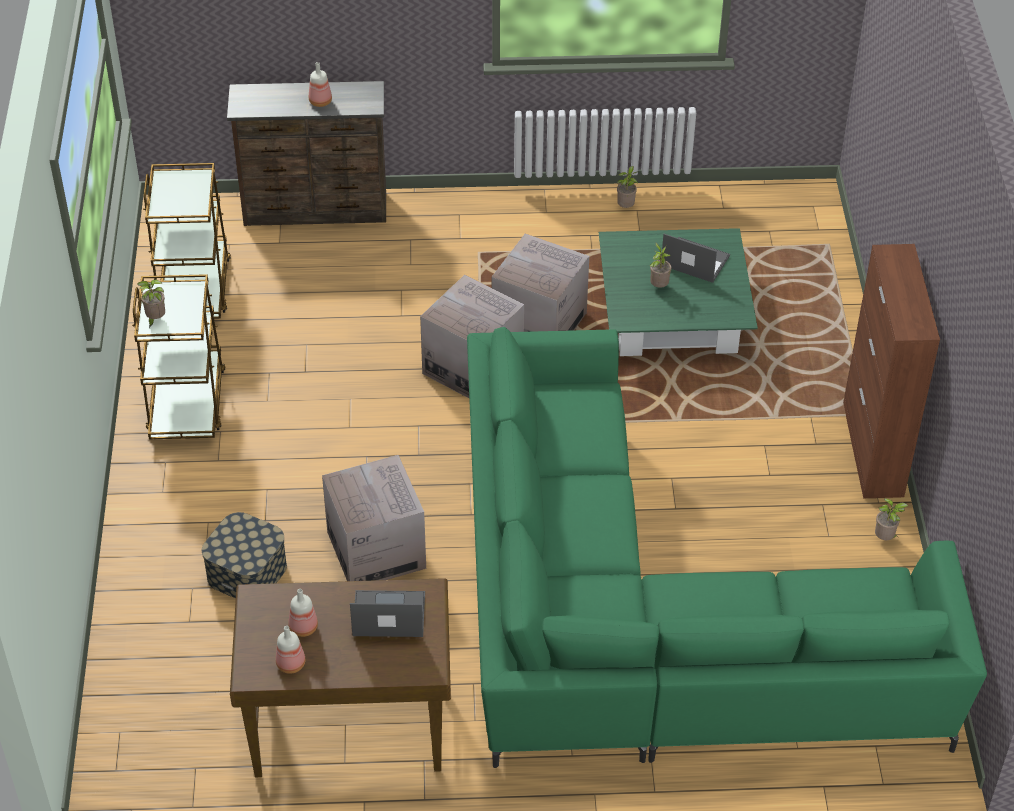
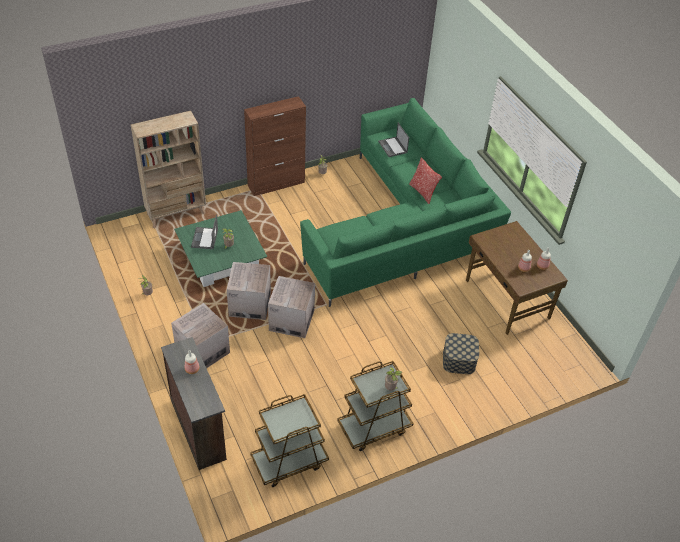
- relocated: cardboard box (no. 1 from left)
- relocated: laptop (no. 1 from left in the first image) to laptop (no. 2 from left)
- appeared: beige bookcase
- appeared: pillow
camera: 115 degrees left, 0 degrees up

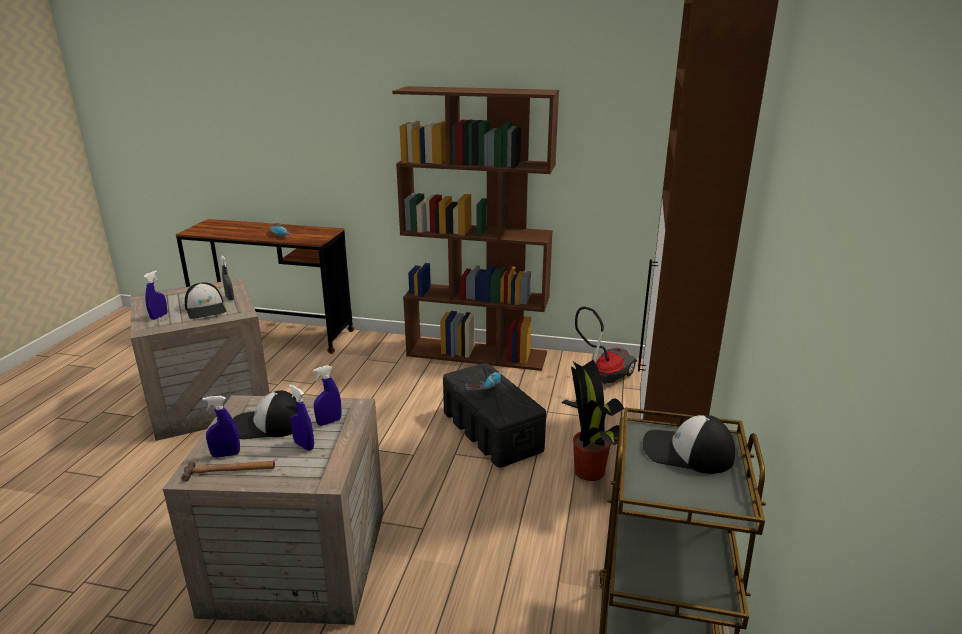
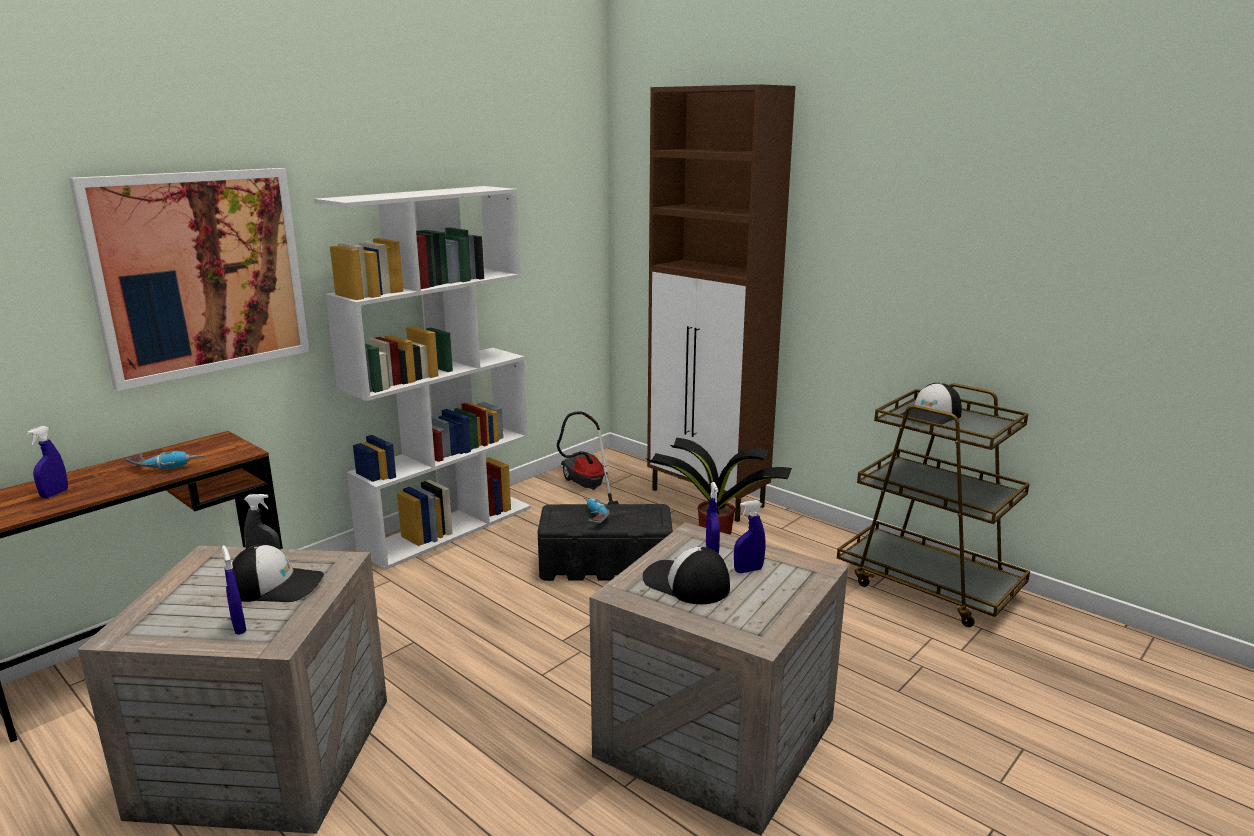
- colour: brown bookcase to white bookcase
- spun: cap (no. 2 from left) 105 degrees clockwise
- relocated: blue spray bottle (no. 2 from left in the first image) to blue spray bottle (no. 1 from left)
- missing: hammer
- appeared: picture
camera: 60 degrees left, 5 degrees down

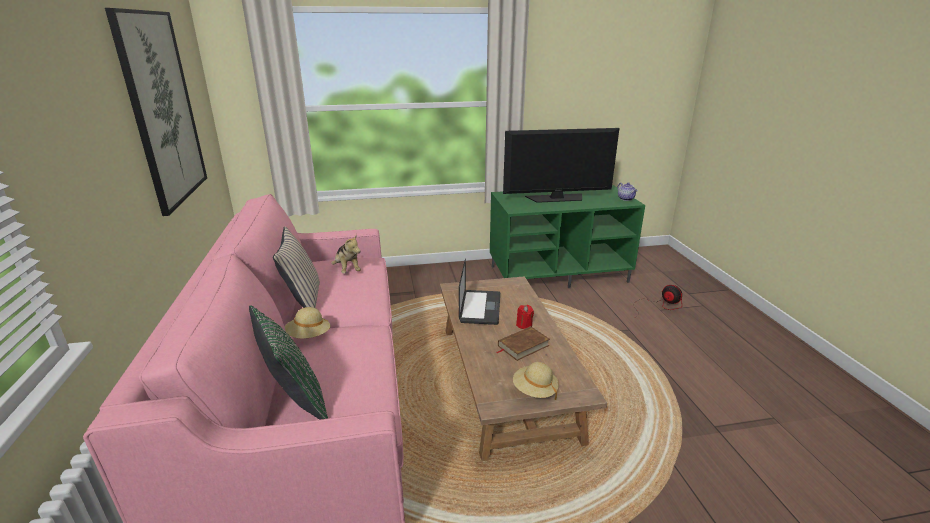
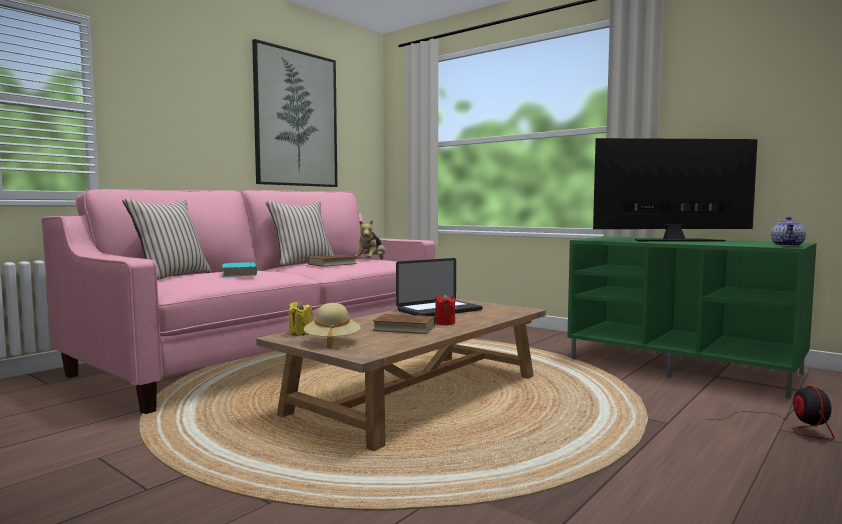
- spun: television 135 degrees clockwise
- colour: green pillow to beige pillow (no. 1 from left)
- missing: beige hat (no. 1 from left)
- appeared: brown book (no. 1 from left)
- appeared: turquoise book
- appeared: yellow candle
camera: 50 degrees right, 20 degrees down

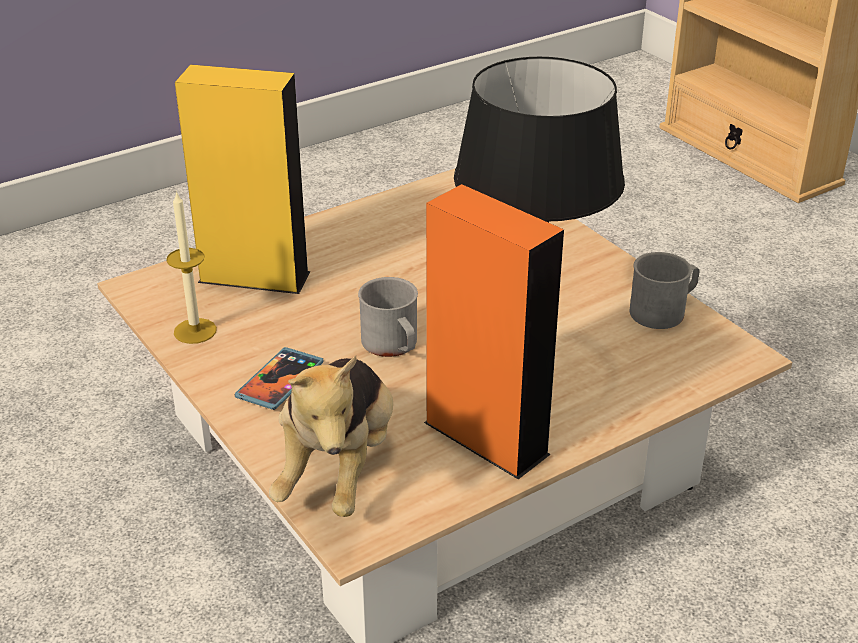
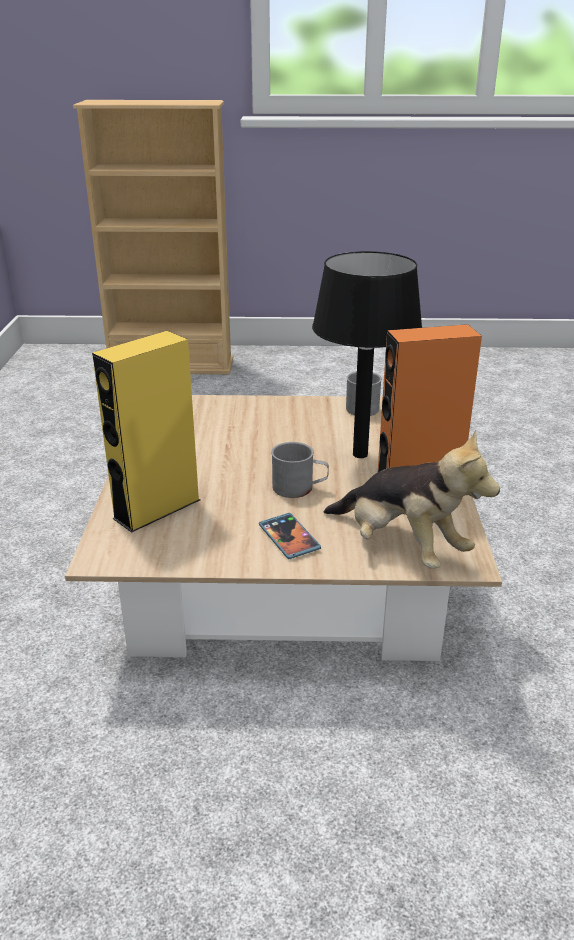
- missing: candle
camera: 55 degrees left, 5 degrees down

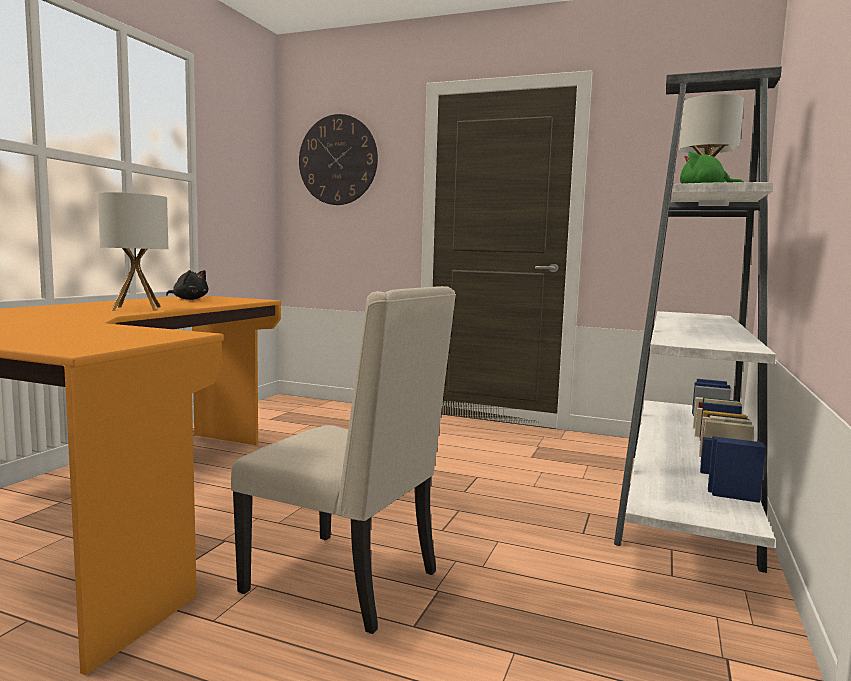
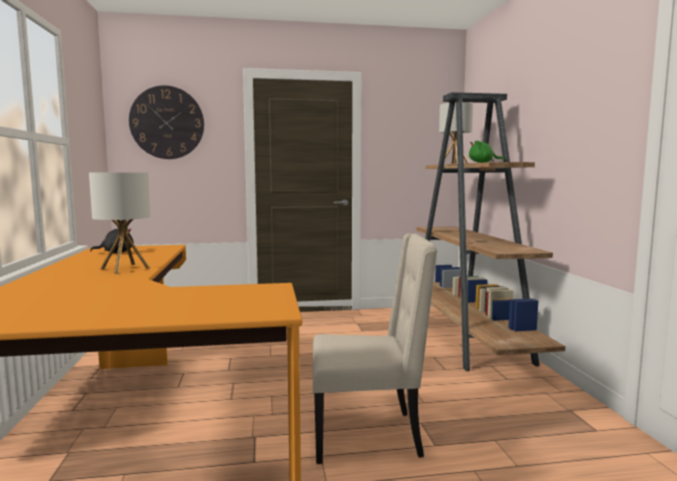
- colour: white bookcase to brown bookcase
camera: 30 degrees left, 0 degrees up

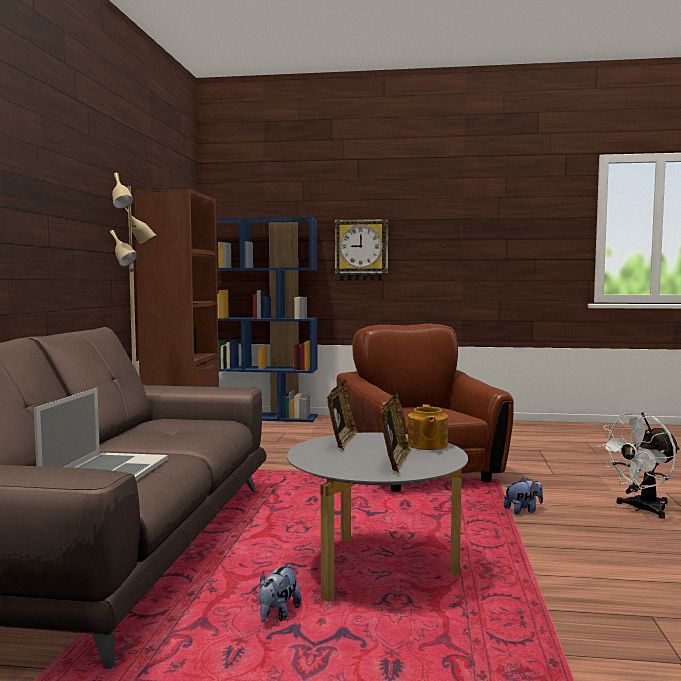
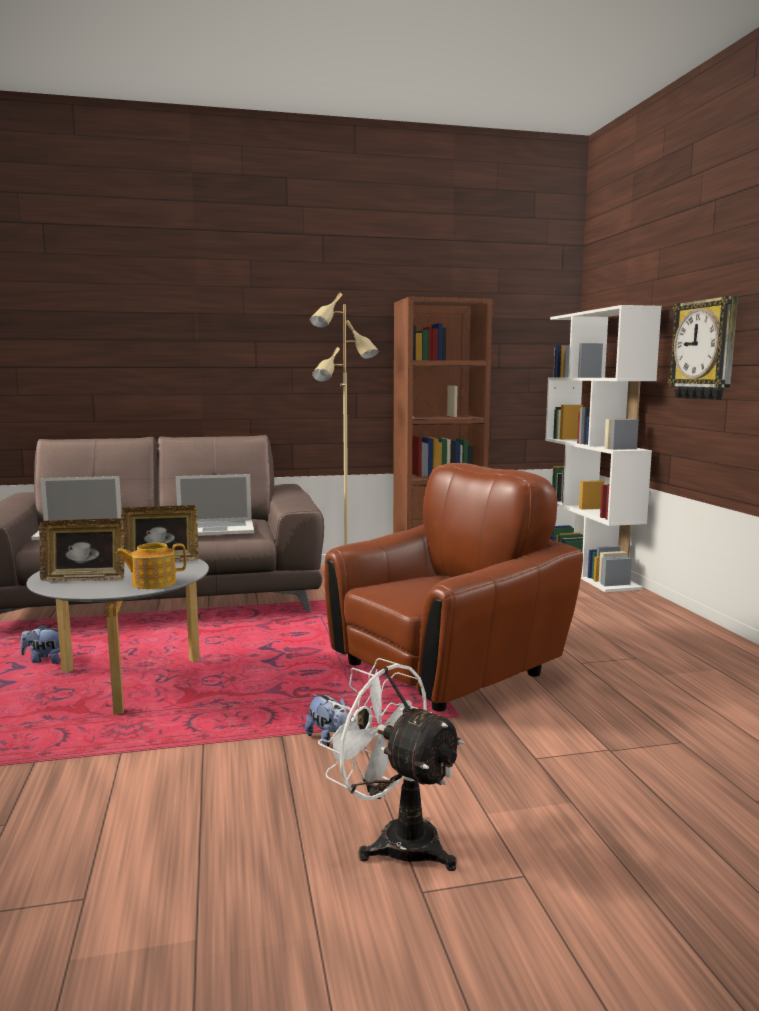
- colour: blue bookcase to white bookcase
- appeared: laptop (no. 2 from left)
camera: 70 degrees right, 5 degrees up

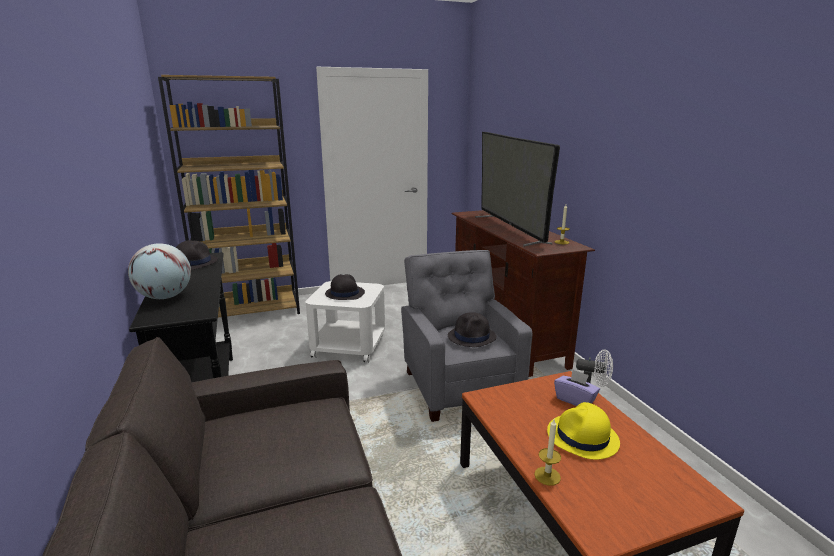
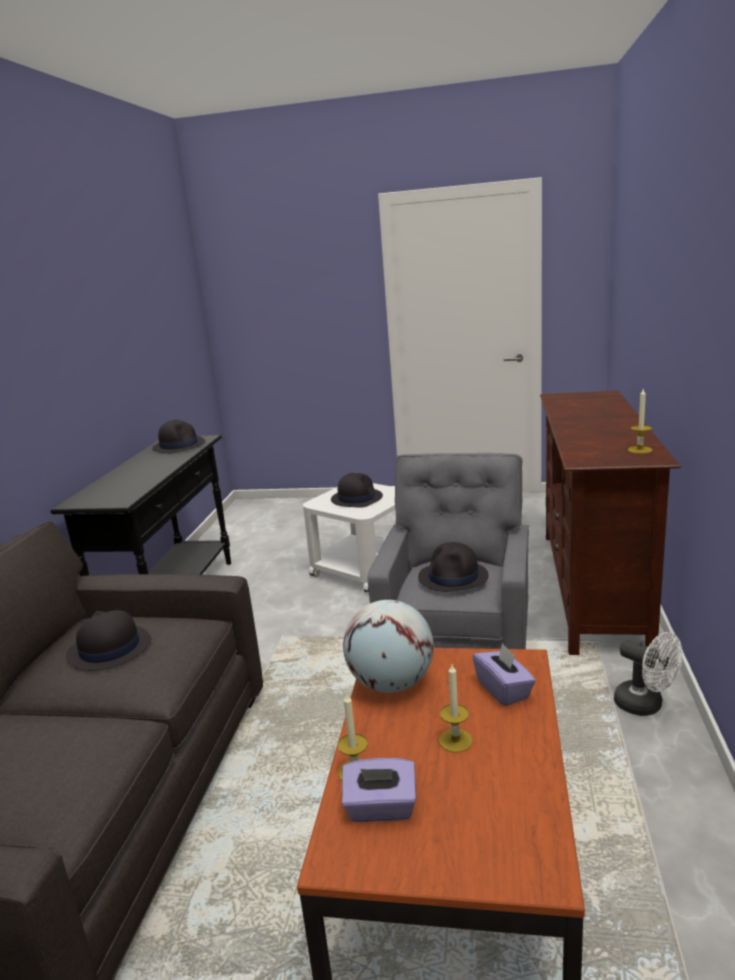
- missing: brown bookcase
- missing: television
- relocated: globe
- exchanged: yellow hat to candle (no. 2 from left)
- appeared: black hat (no. 1 from left)
- appeared: purple tissue box (no. 1 from left)
camera: 30 degrees right, 0 degrees up

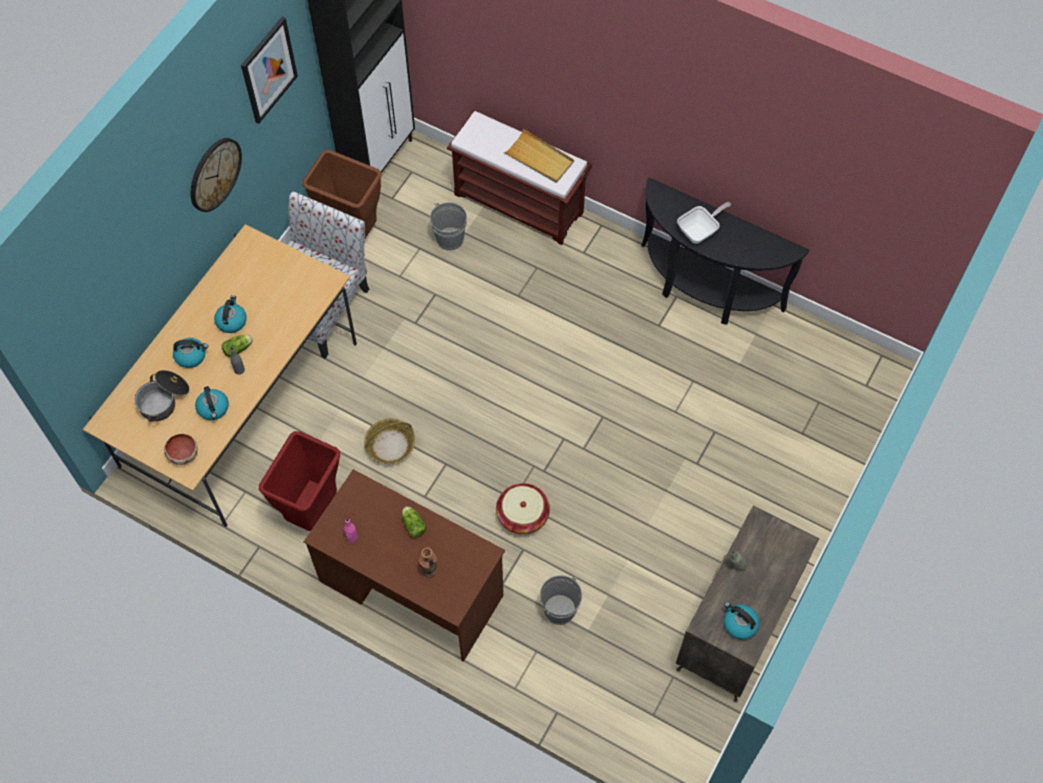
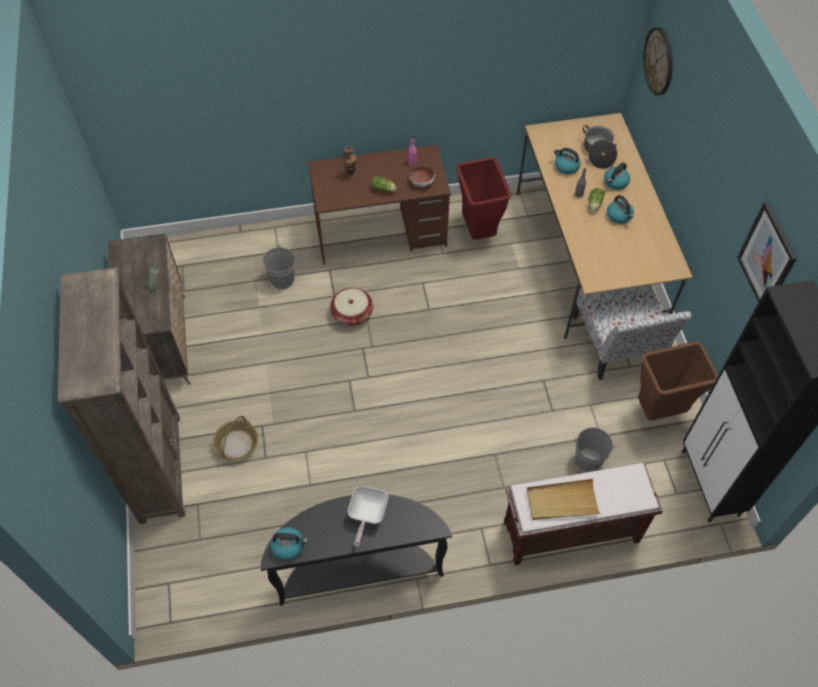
- relocated: wall clock
- relocated: basket (no. 1 from left)
- relocated: bowl
- relocated: kettle (no. 4 from left in the first image) to kettle (no. 1 from left)
- appeared: brown bookcase
camera: 140 degrees right, 5 degrees down

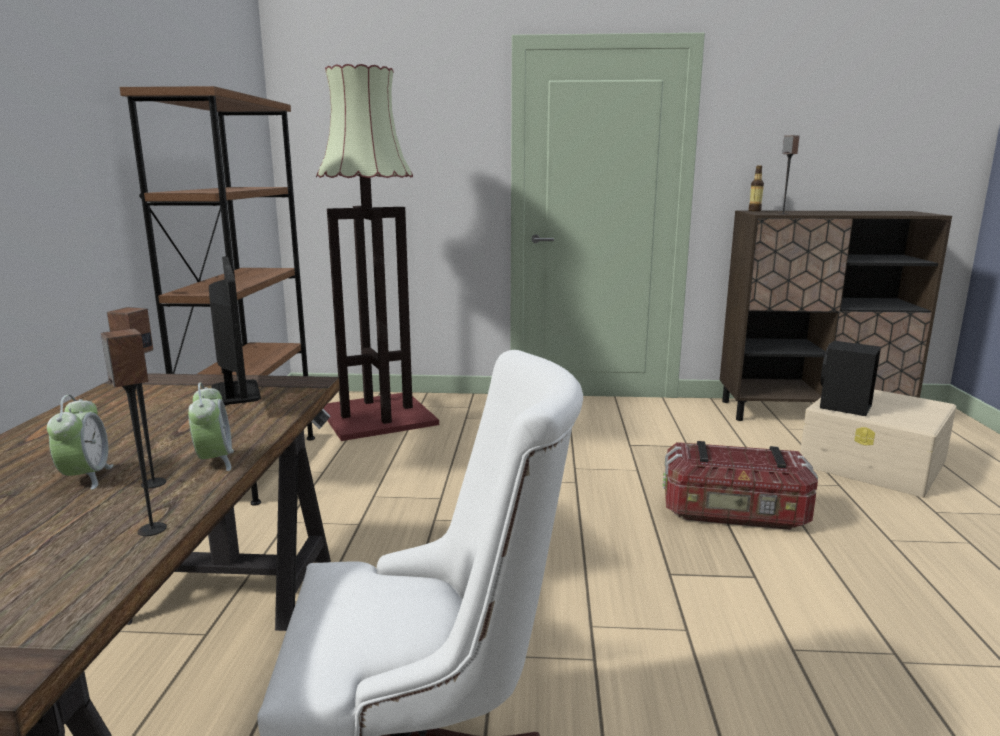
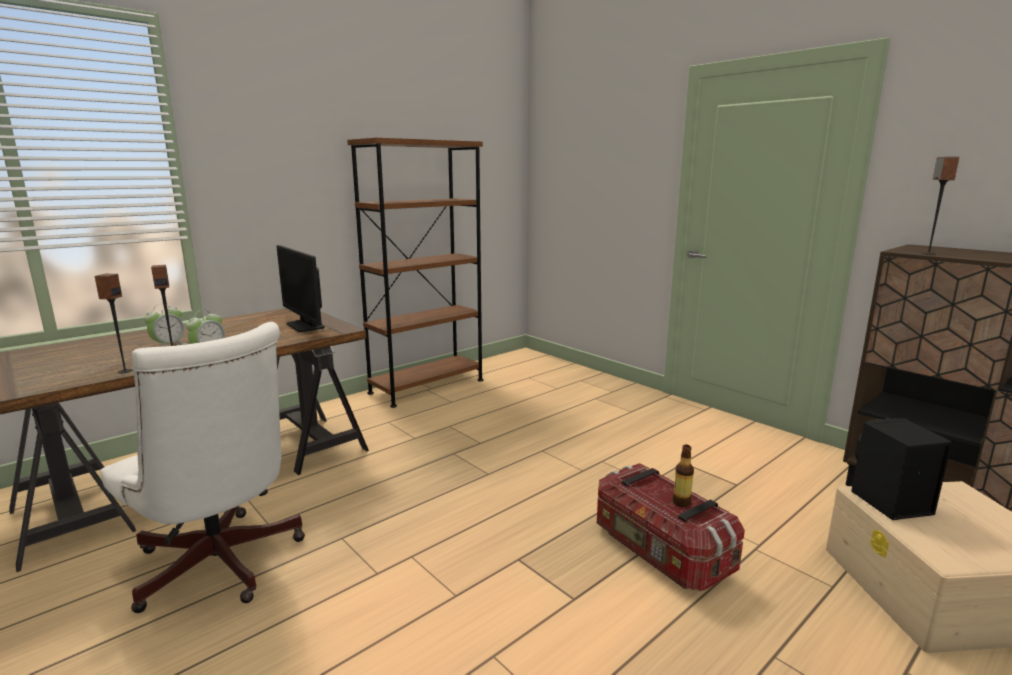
- missing: floor lamp
- relocated: bottle
- spun: monitor 120 degrees clockwise
camera: 45 degrees right, 0 degrees up

